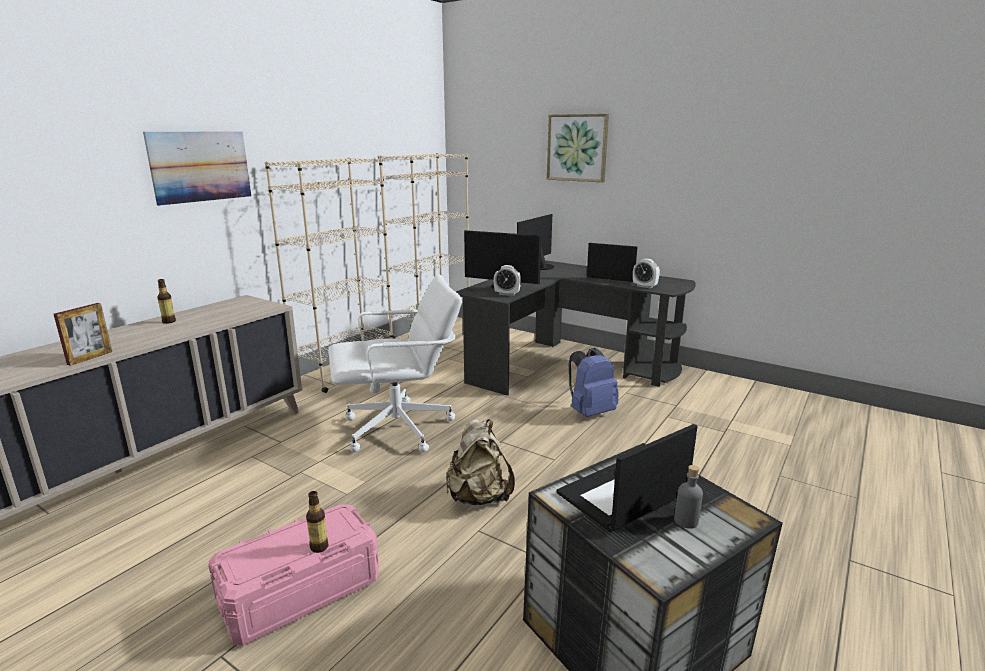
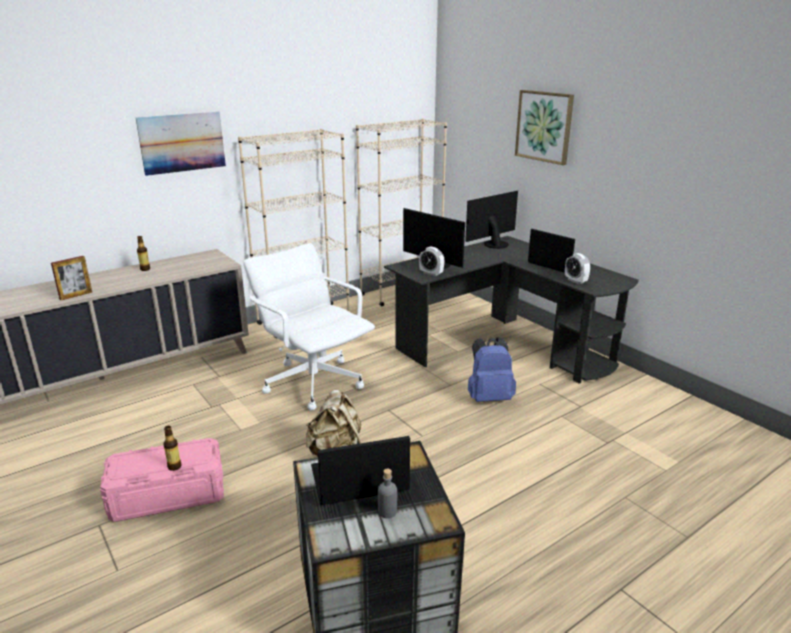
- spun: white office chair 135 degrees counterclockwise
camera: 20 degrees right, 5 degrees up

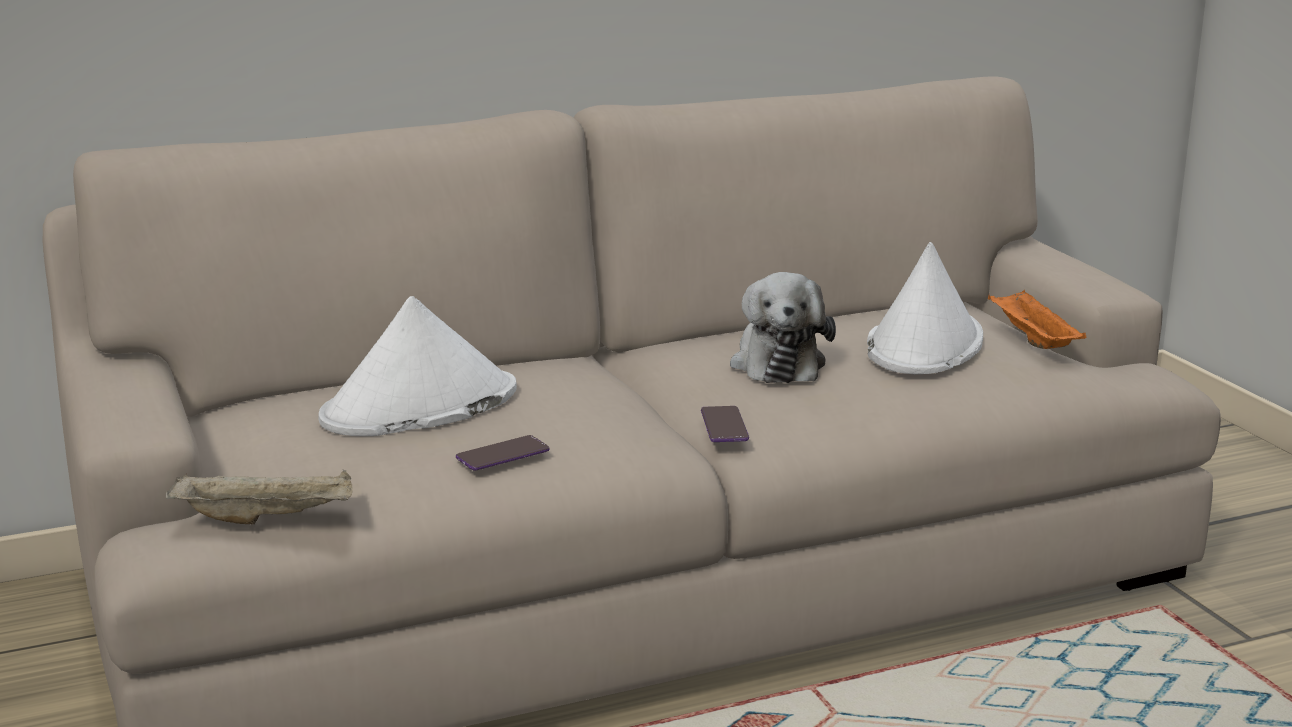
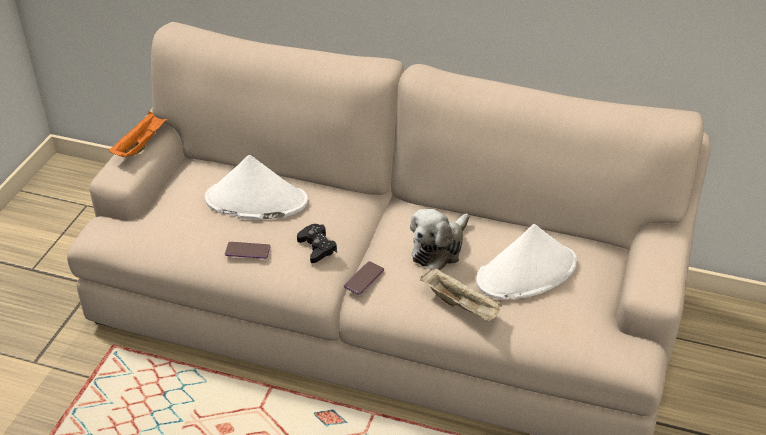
- relocated: orange tray
- relocated: beige tray
- appeared: black game controller
camera: 40 degrees right, 20 degrees up

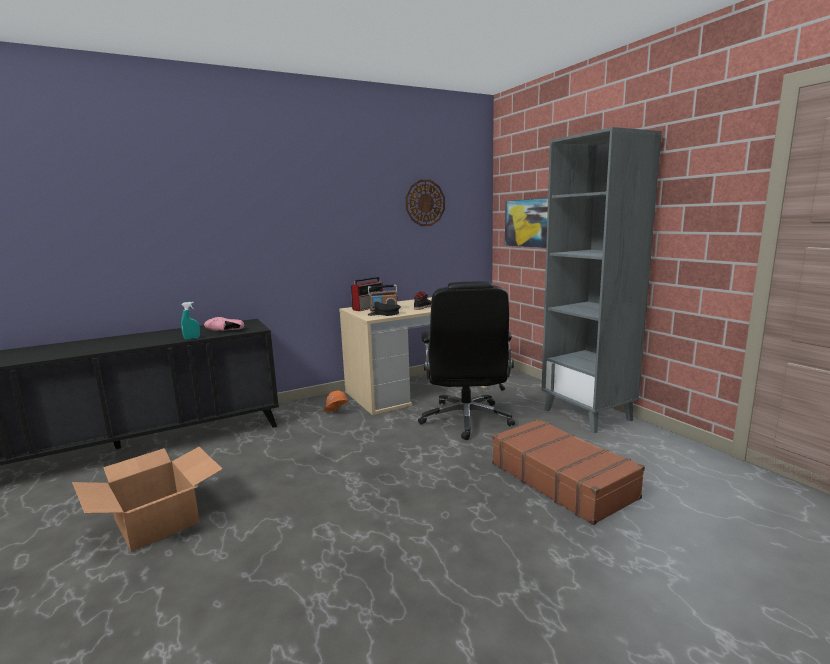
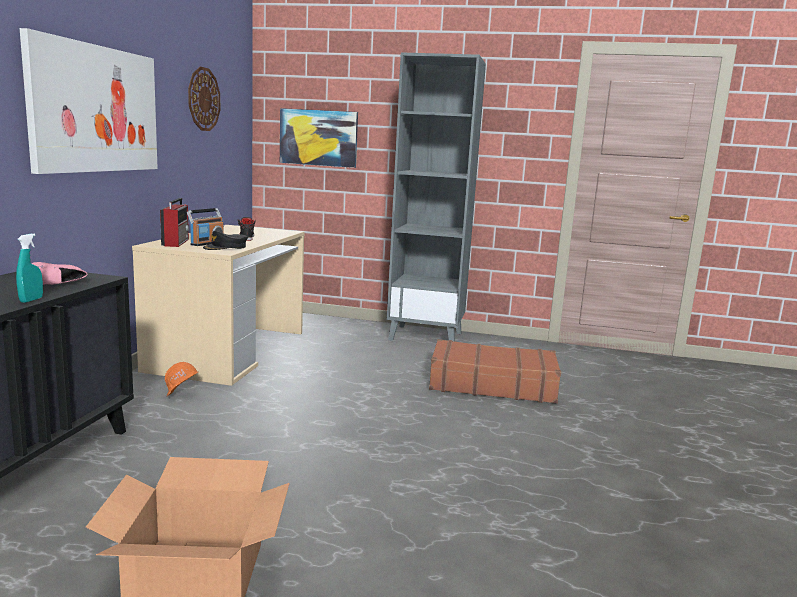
- missing: black office chair
- appeared: picture (no. 1 from left)
camera: 50 degrees left, 0 degrees up

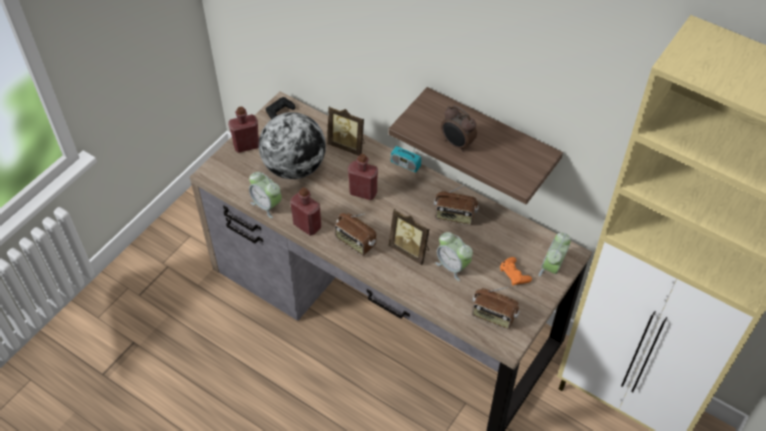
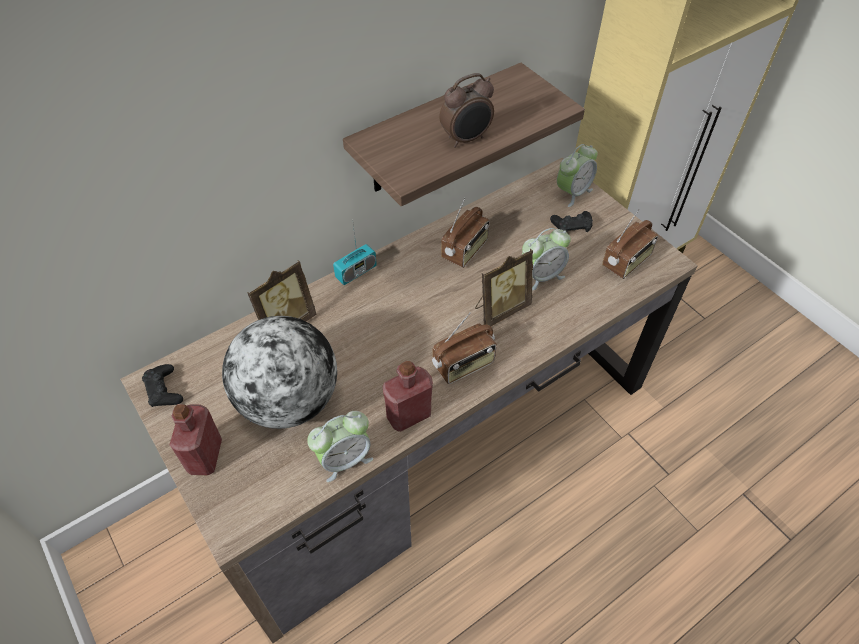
- missing: red bottle (no. 3 from left)
- spun: alarm clock (no. 4 from left) 90 degrees counterclockwise
- colour: orange game controller to black game controller (no. 2 from left)
camera: 70 degrees left, 0 degrees up

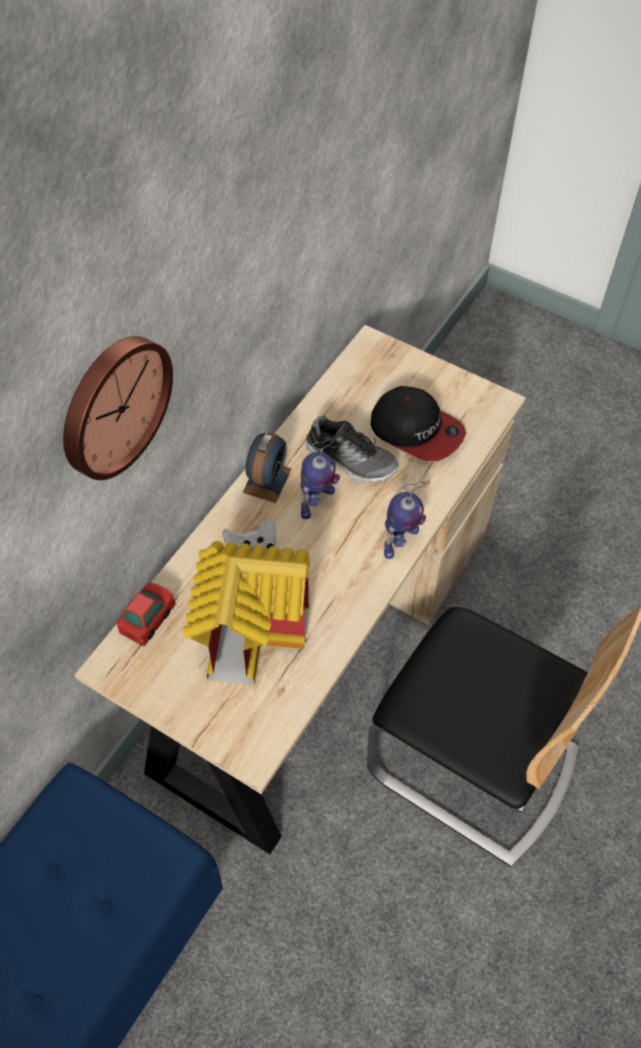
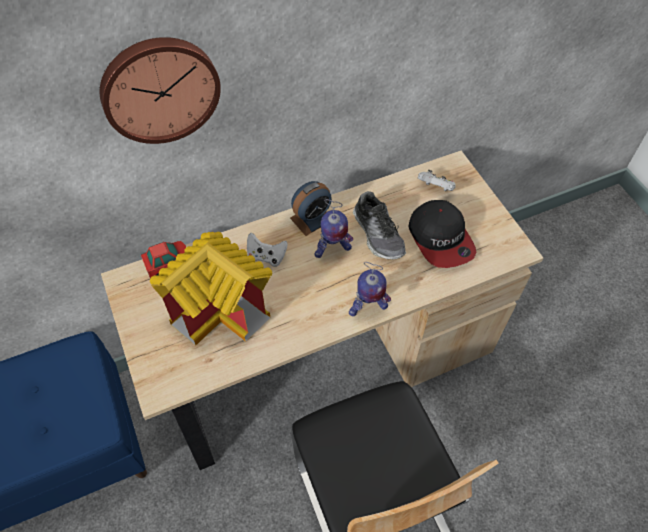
- appeared: white game controller (no. 2 from left)
camera: 35 degrees right, 0 degrees up

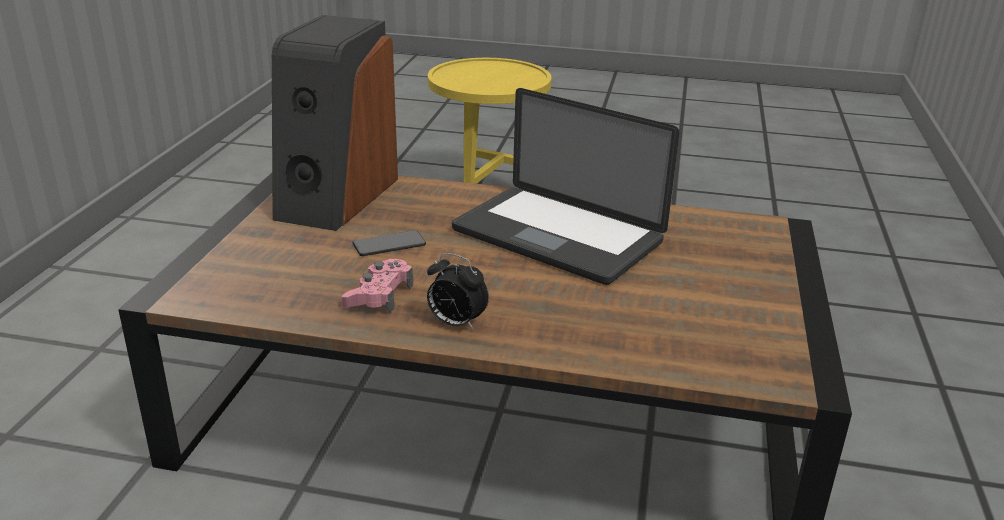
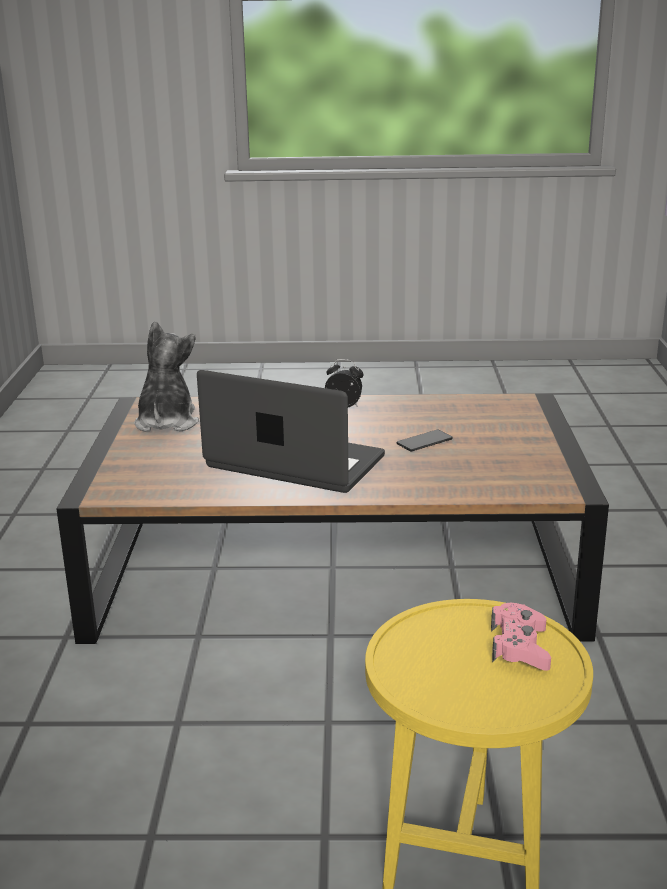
- missing: speaker
- relocated: pink game controller
- appeared: plush toy
camera: 170 degrees right, 5 degrees down

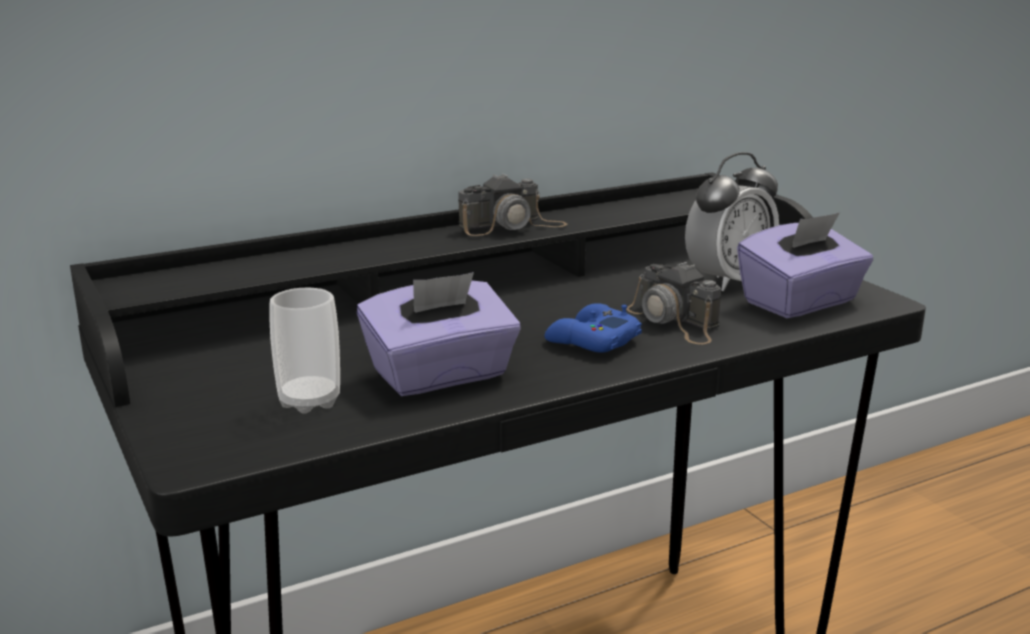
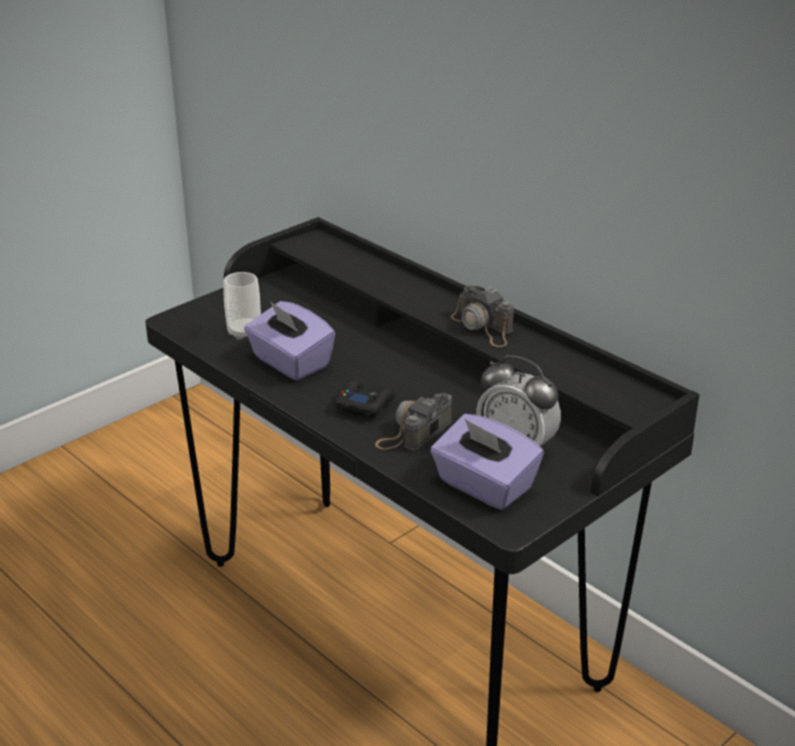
- colour: blue game controller to black game controller
camera: 75 degrees right, 10 degrees up

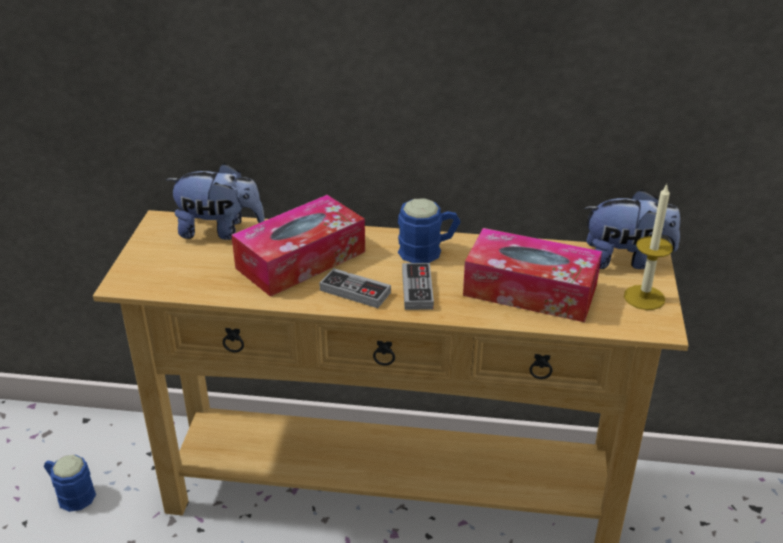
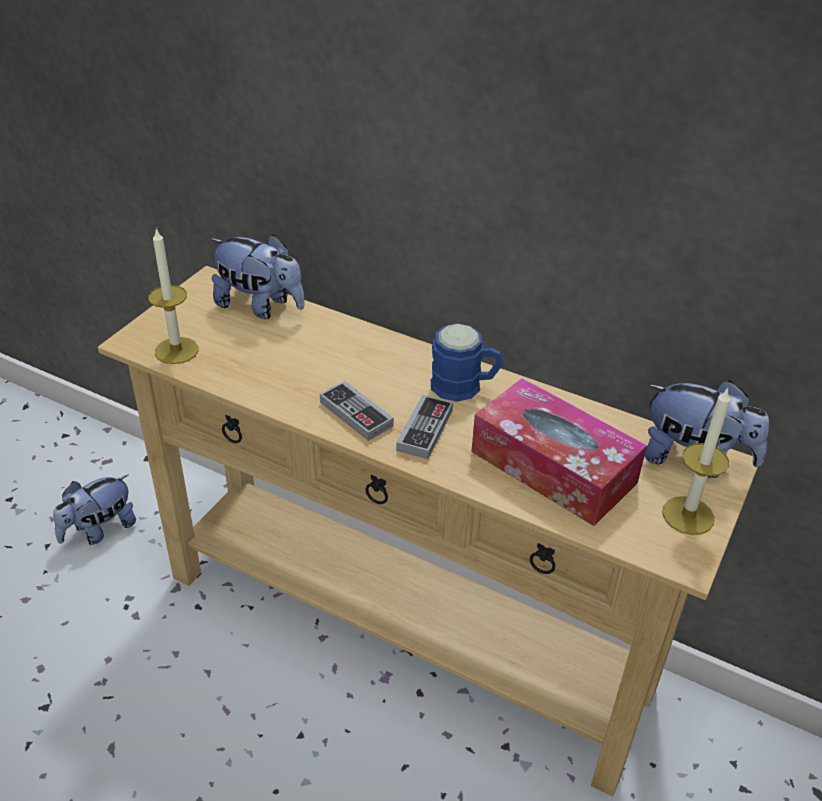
- missing: tissue box (no. 1 from left)
- exchanged: blue mug (no. 1 from left) to plush toy (no. 1 from left)
- appeared: candle (no. 1 from left)
camera: 20 degrees right, 5 degrees up

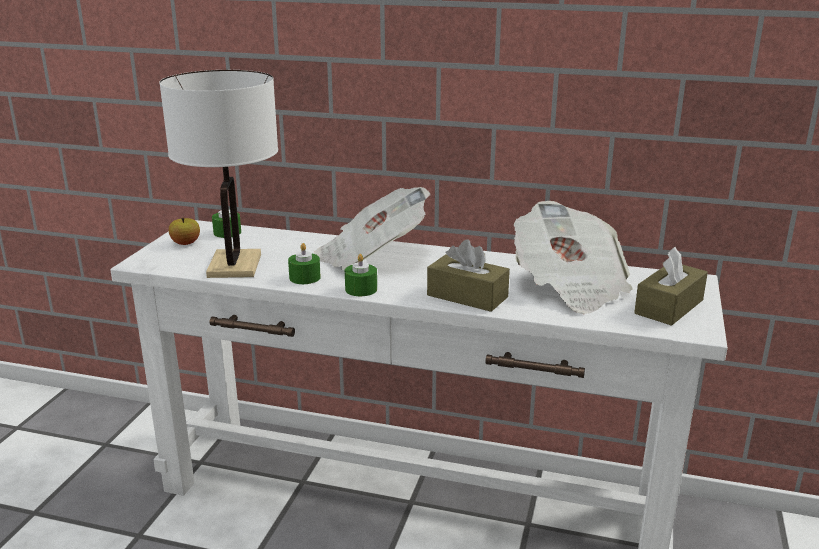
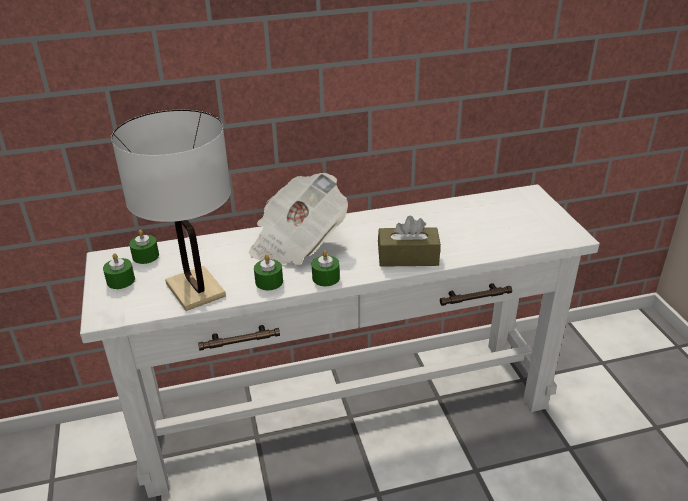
- missing: newspaper (no. 2 from left)
- exchanged: apple to green candle (no. 1 from left)
- missing: brown tissue box (no. 2 from left)
camera: 30 degrees left, 10 degrees up

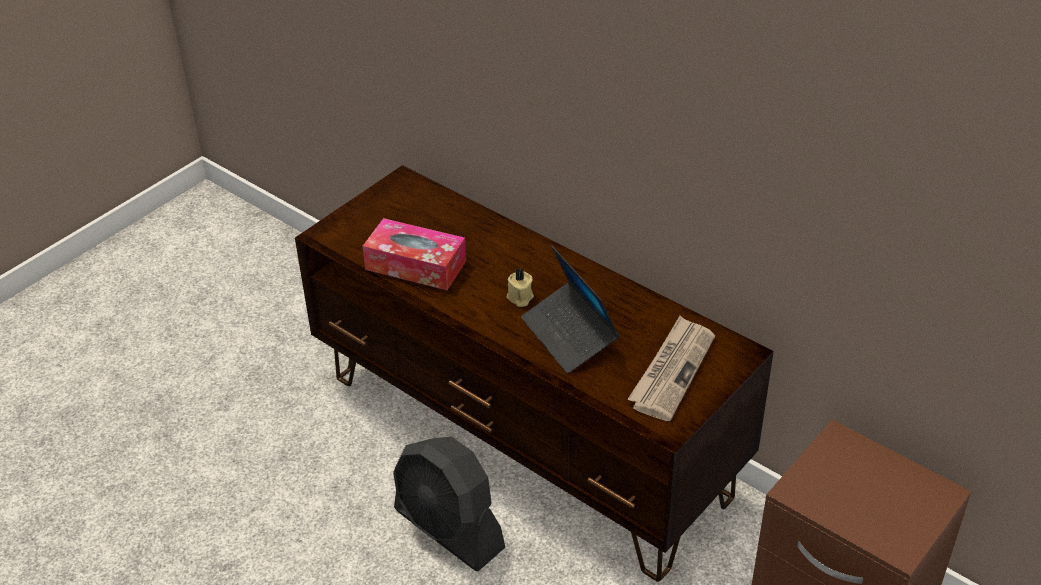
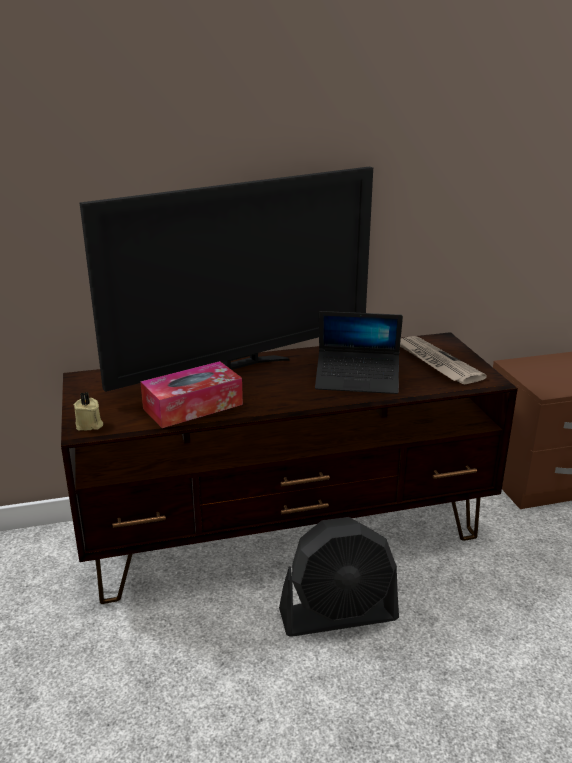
- relocated: beige candle
- appeared: television
camera: 55 degrees left, 15 degrees down

